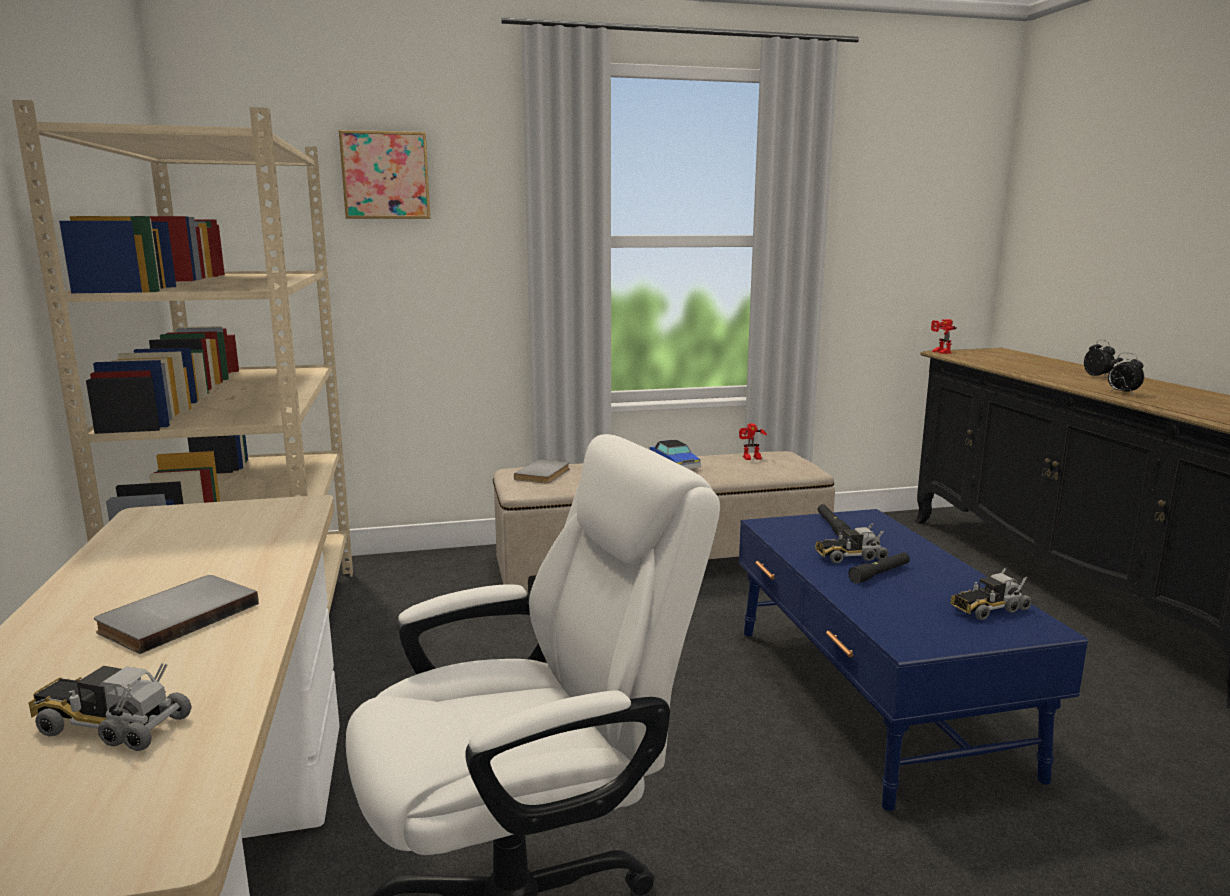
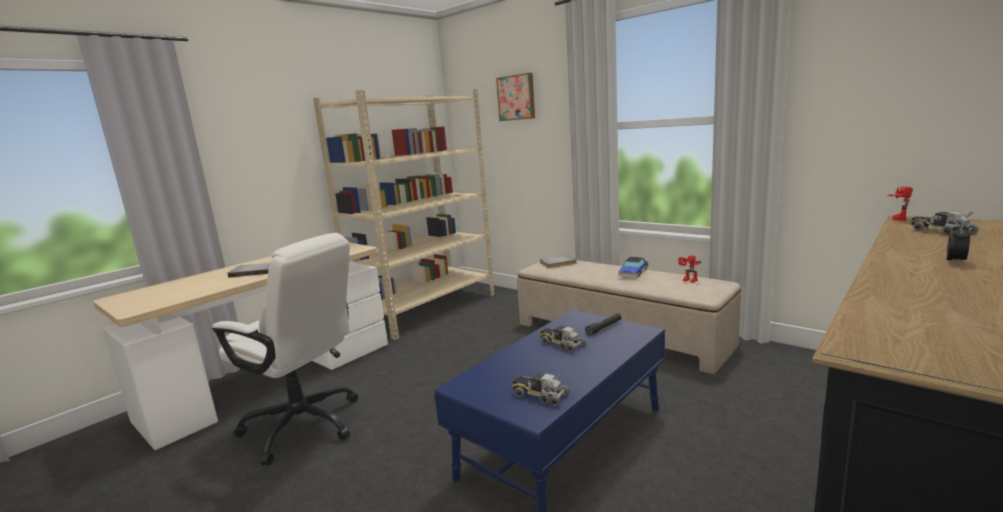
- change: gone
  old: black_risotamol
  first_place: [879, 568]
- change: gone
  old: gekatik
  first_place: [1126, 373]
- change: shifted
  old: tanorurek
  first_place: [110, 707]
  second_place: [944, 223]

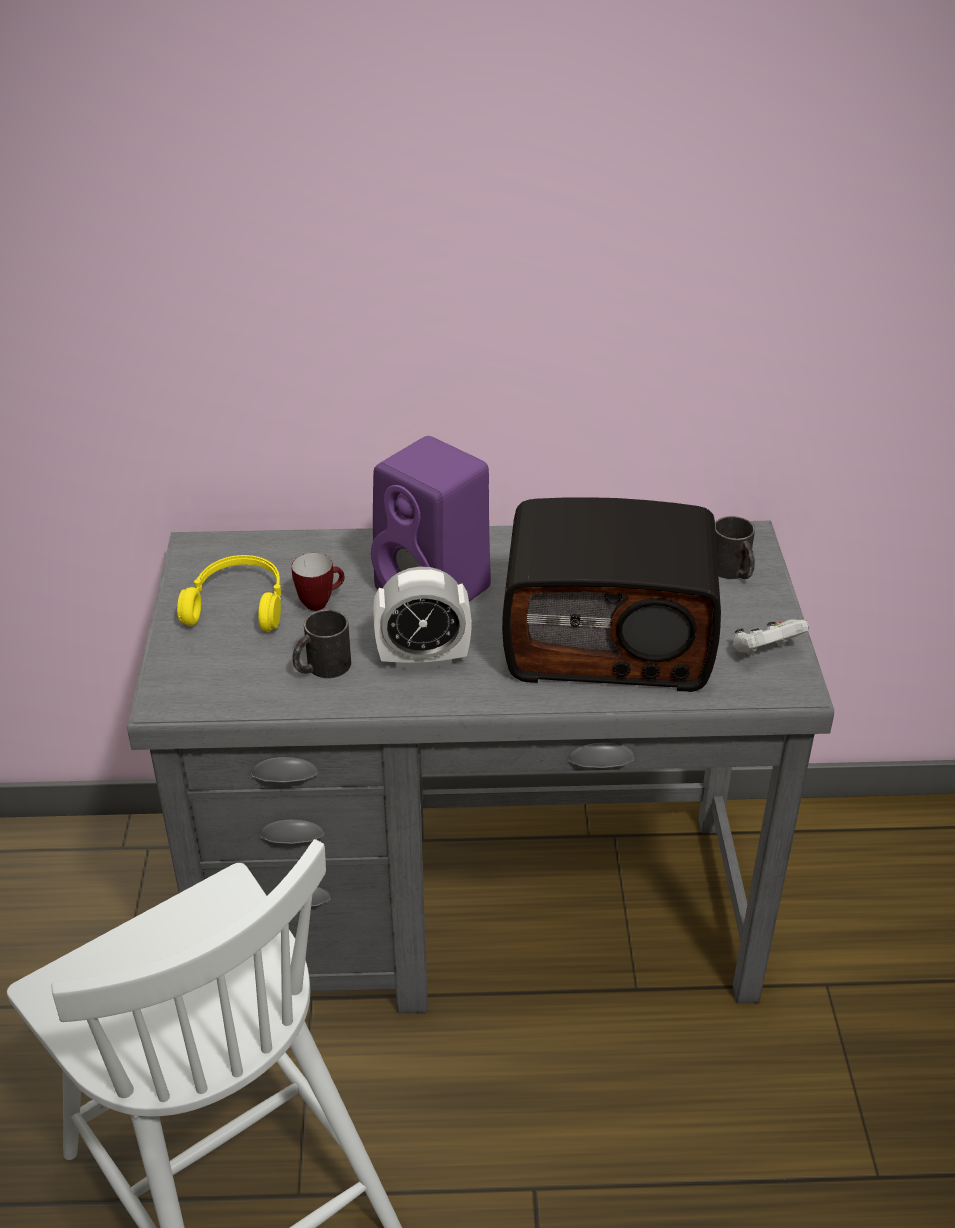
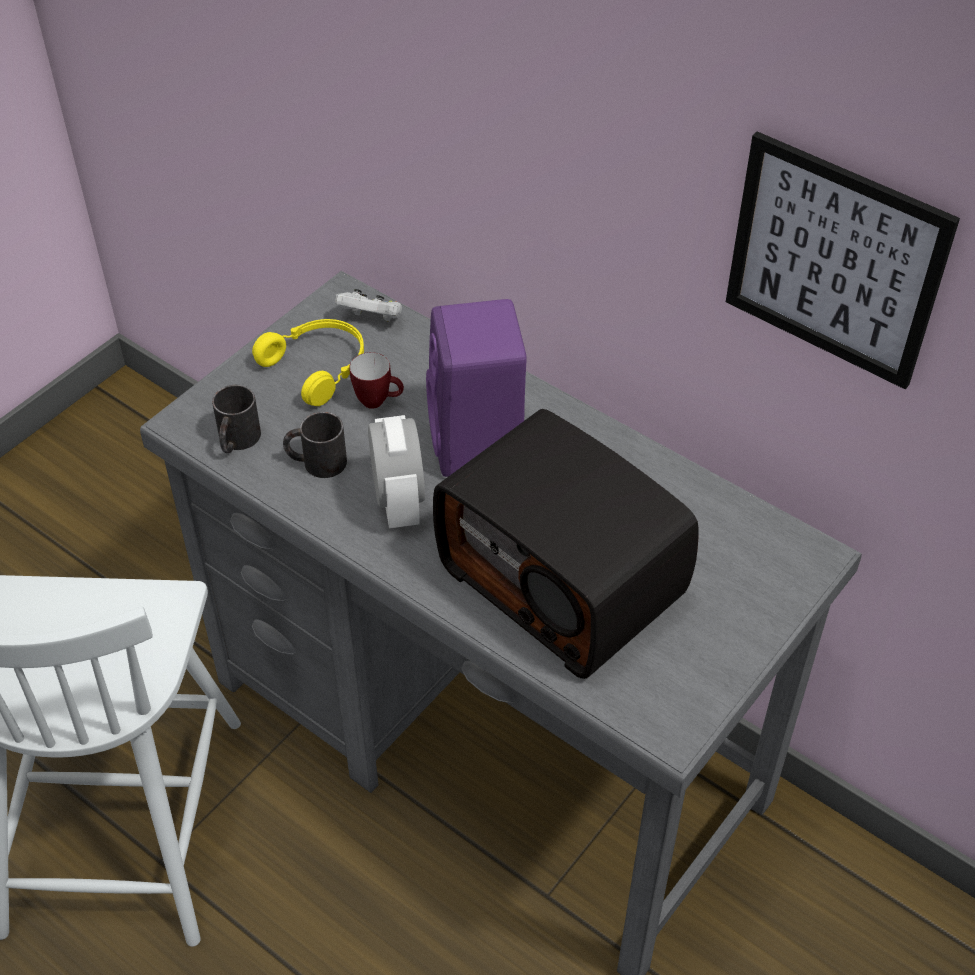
- change: new
  new: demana
  second_place: [843, 260]
- change: shifted
  old: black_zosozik
  first_place: [735, 547]
  second_place: [236, 419]
- change: shifted
  old: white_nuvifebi
  first_place: [771, 637]
  second_place: [368, 305]
- change: rotated
  old: gekatik
  first_place: [422, 618]
  second_place: [396, 471]
  degrees: -135

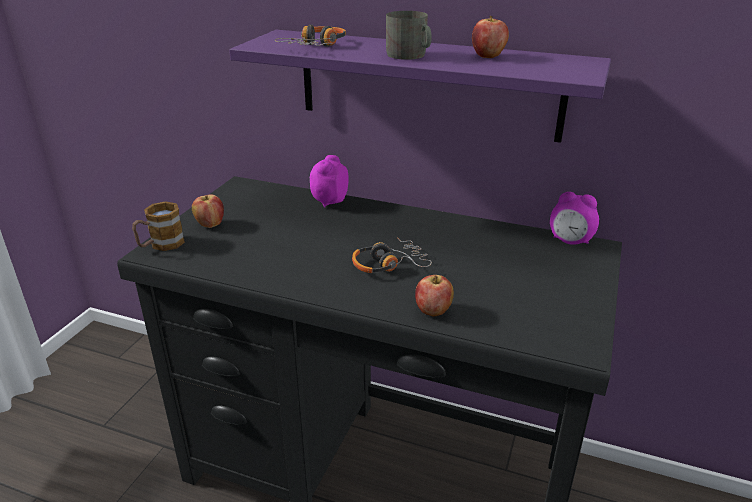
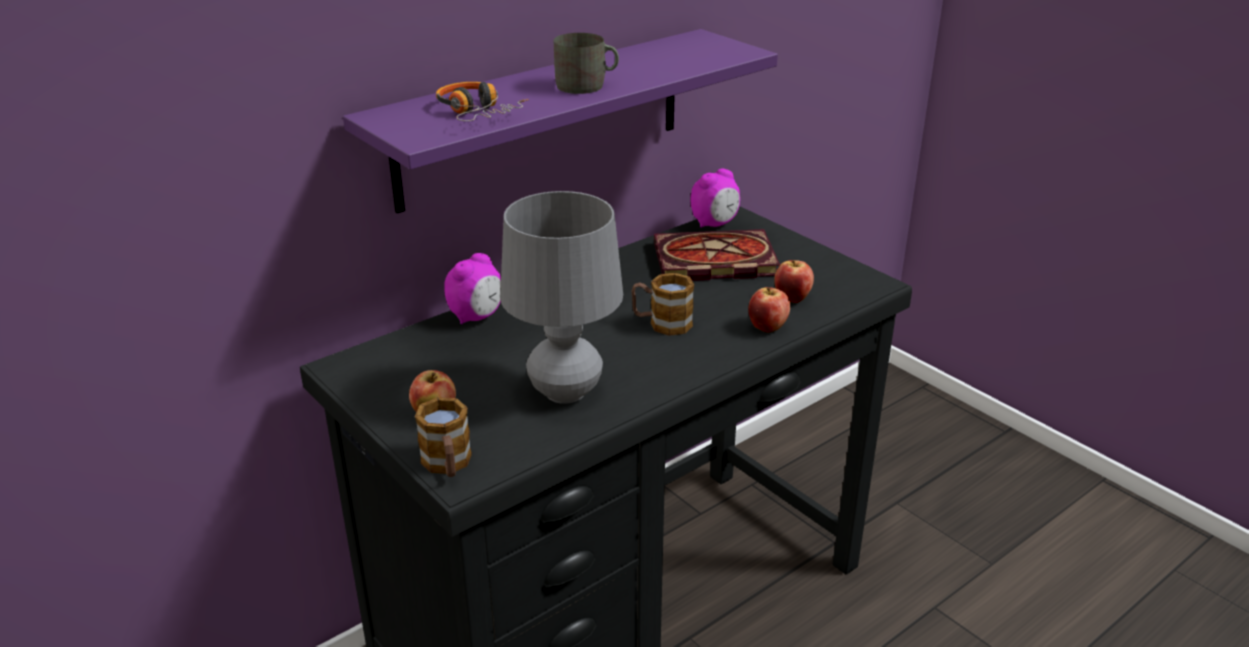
- change: new
  new: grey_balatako
  second_place: [561, 297]
- change: new
  new: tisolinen
  second_place: [717, 255]
- change: shifted
  old: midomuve
  first_place: [490, 37]
  second_place: [794, 281]
- change: swapped
  old: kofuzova
  new: zosozik
  first_place: [392, 255]
  second_place: [663, 304]
- change: rotated
  old: gekatik
  first_place: [329, 181]
  second_place: [472, 289]
  degrees: -105

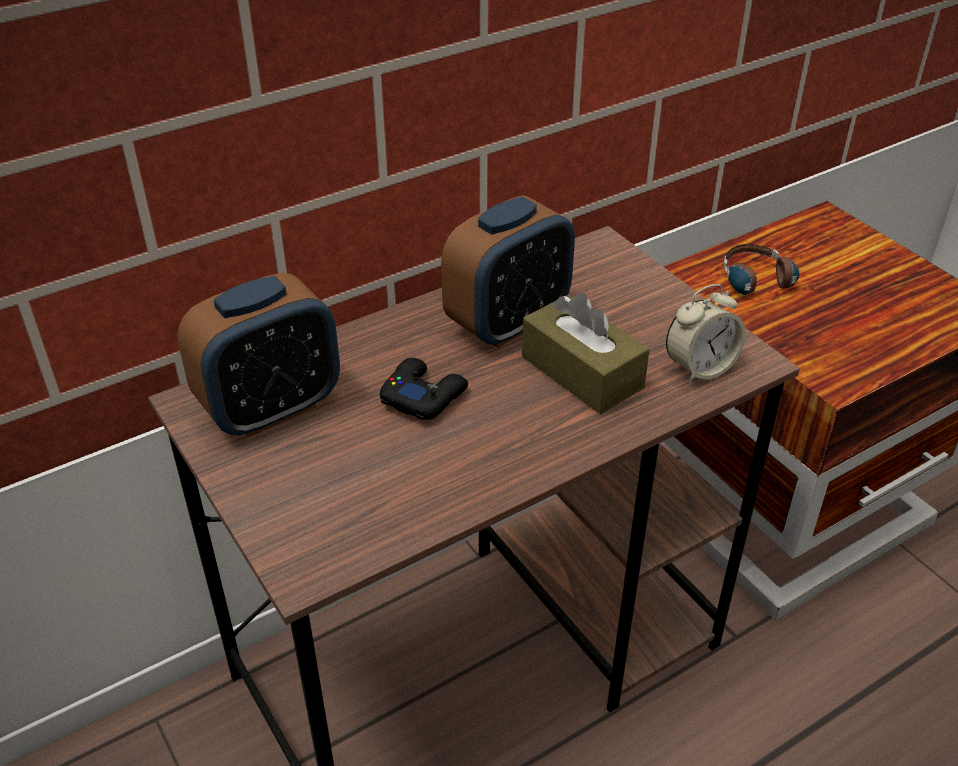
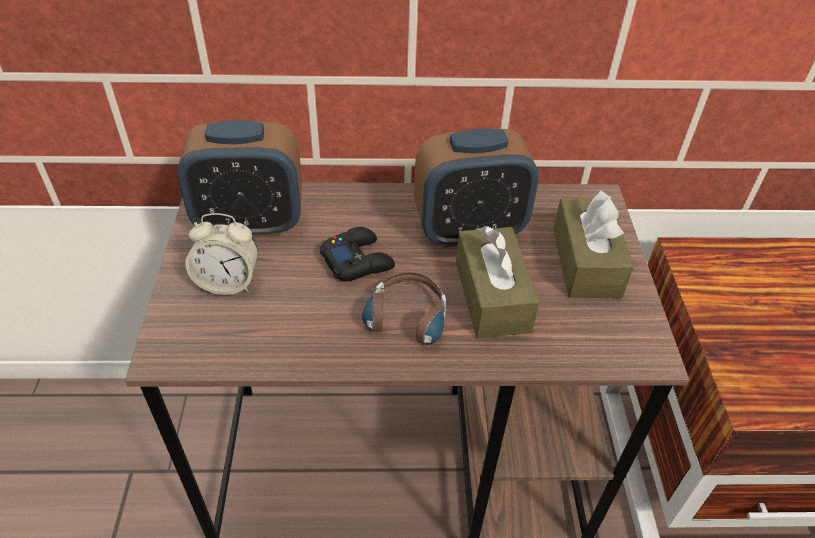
- change: new
  new: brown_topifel
  second_place: [593, 244]
- change: shifted
  old: gekatik
  first_place: [706, 334]
  second_place: [221, 254]
- change: shifted
  old: kofuzova
  first_place: [761, 274]
  second_place: [403, 314]

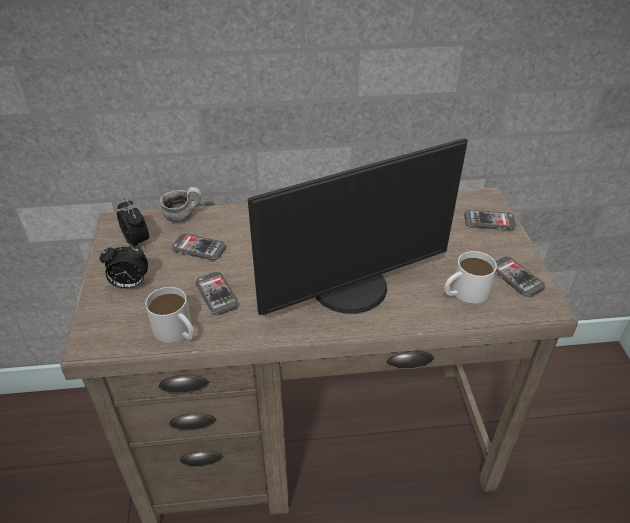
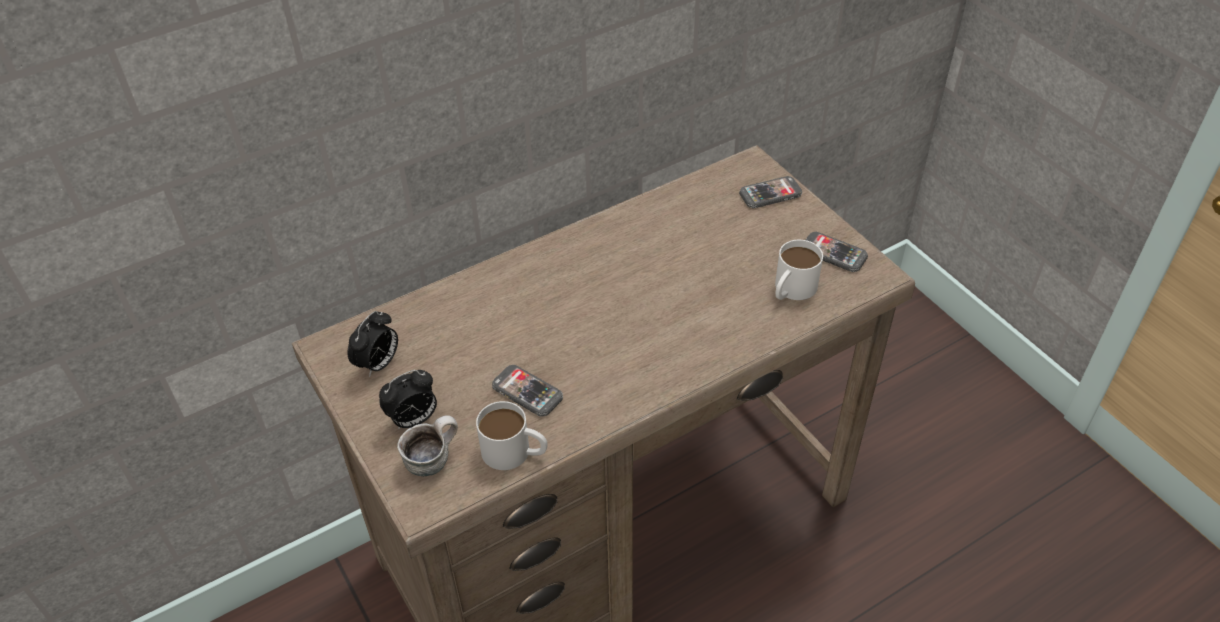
- change: gone
  old: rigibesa
  first_place: [199, 247]
- change: gone
  old: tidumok
  first_place: [358, 226]
- change: shifted
  old: zosozik
  first_place: [181, 204]
  second_place: [427, 445]
- change: rotated
  old: gekatik
  first_place: [133, 223]
  second_place: [372, 344]
  degrees: 90

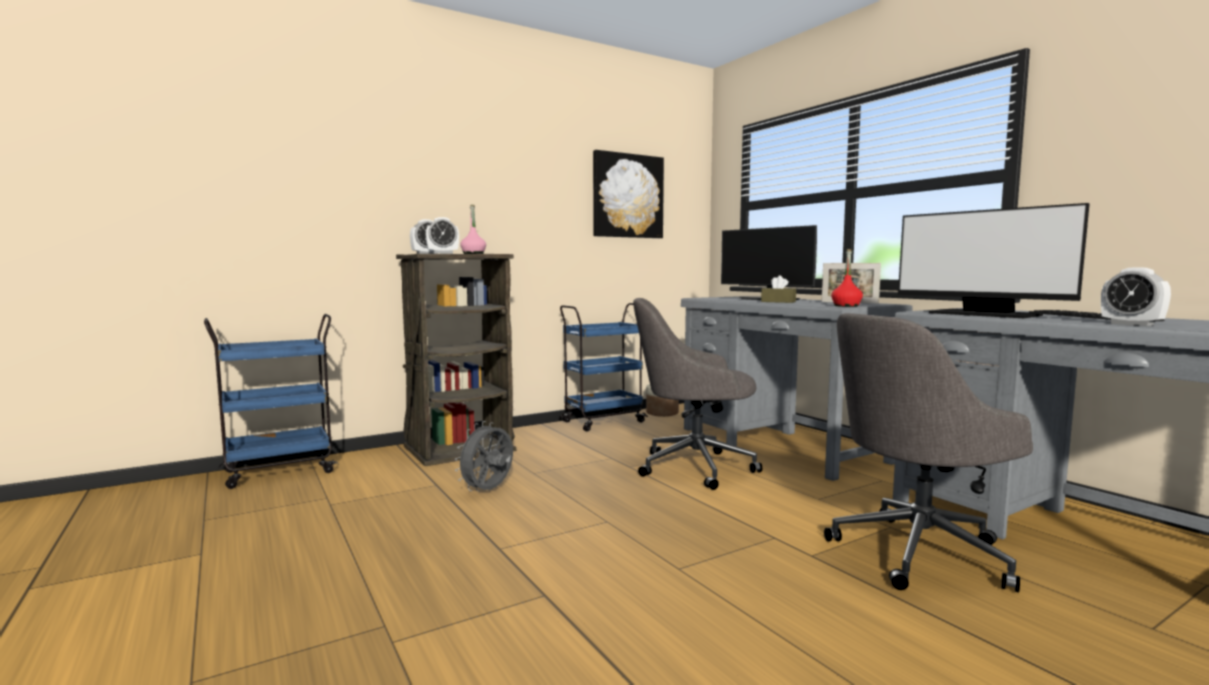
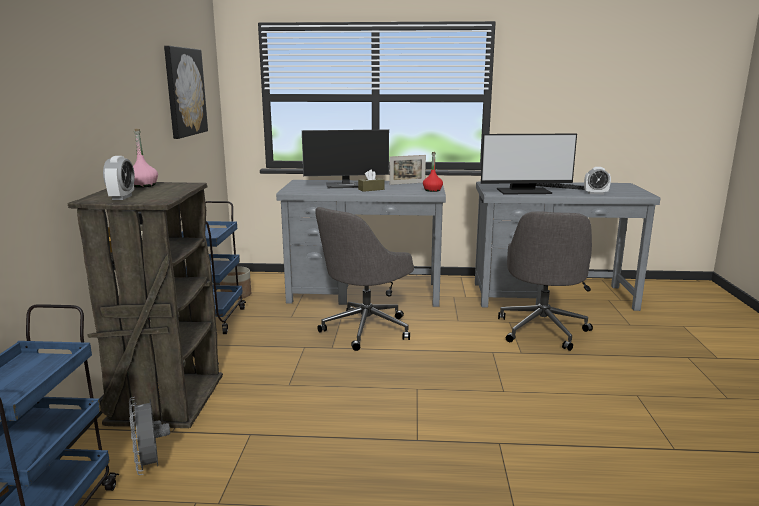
- change: gone
  old: gekatik
  first_place: [442, 235]
- change: shifted
  old: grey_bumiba
  first_place: [484, 456]
  second_place: [149, 436]

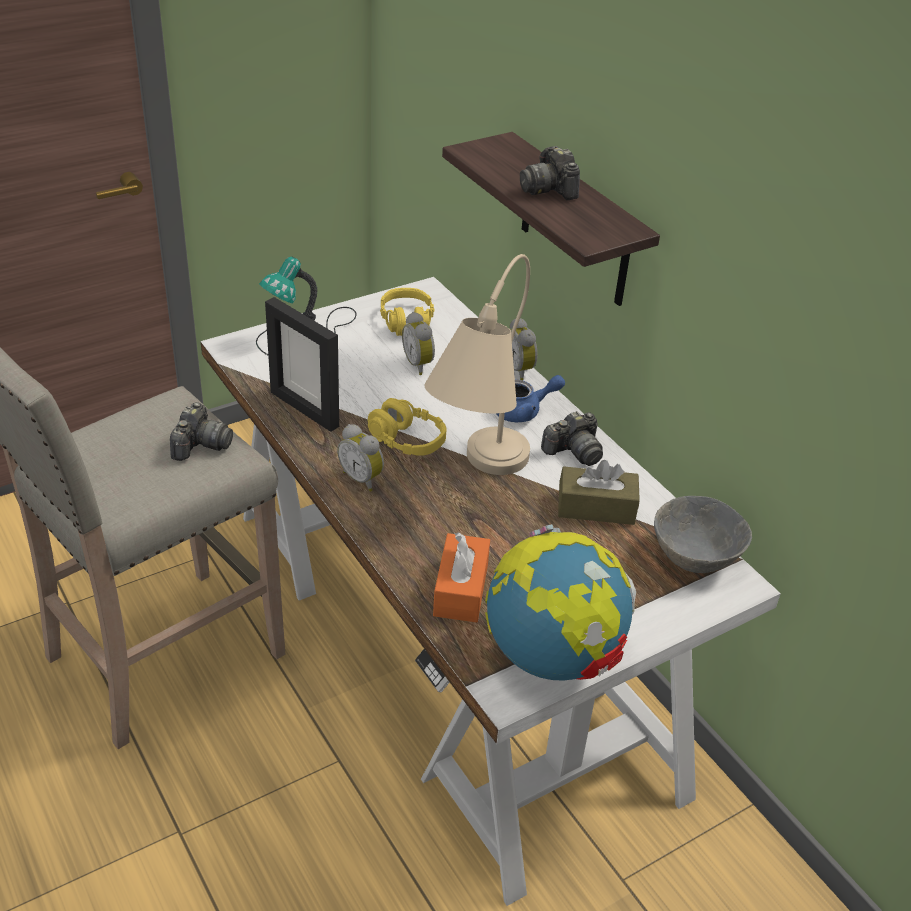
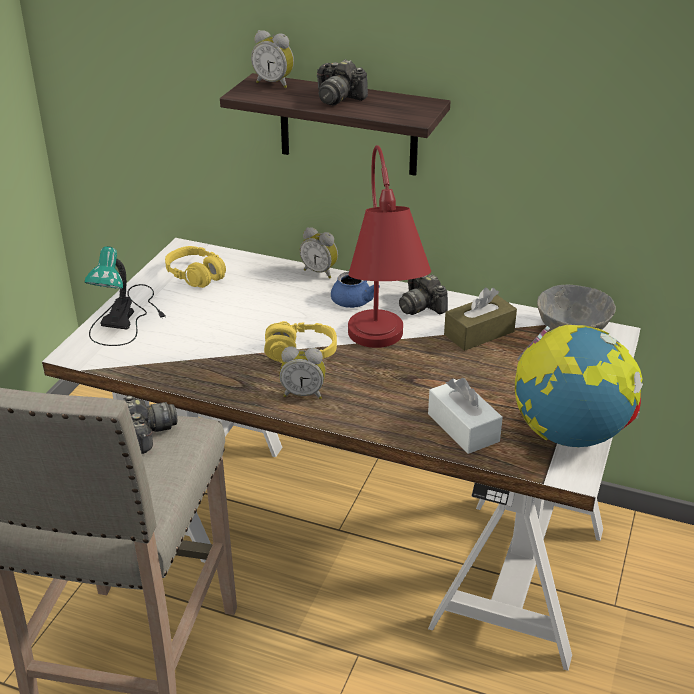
- change: gone
  old: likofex
  first_place: [302, 364]
- change: shifted
  old: gekatik
  first_place: [418, 343]
  second_place: [272, 59]
- change: repainted
  old: beige_balatako
  new: red_balatako
  first_place: [477, 364]
  second_place: [389, 246]
- change: repainted
  old: orange_topifel
  new: white_topifel
  first_place: [461, 577]
  second_place: [465, 416]
- change: rotated
  old: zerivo
  first_place: [572, 438]
  second_place: [423, 294]
  degrees: 120

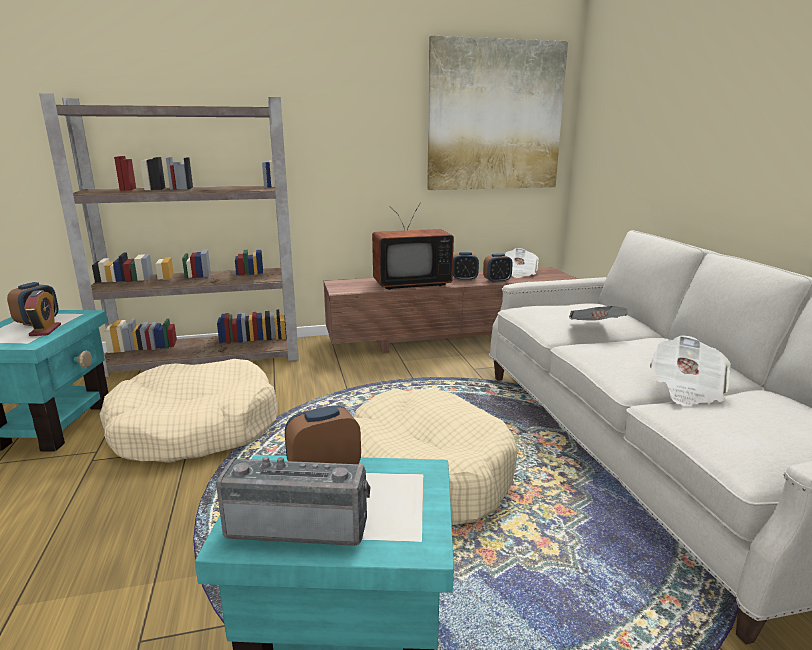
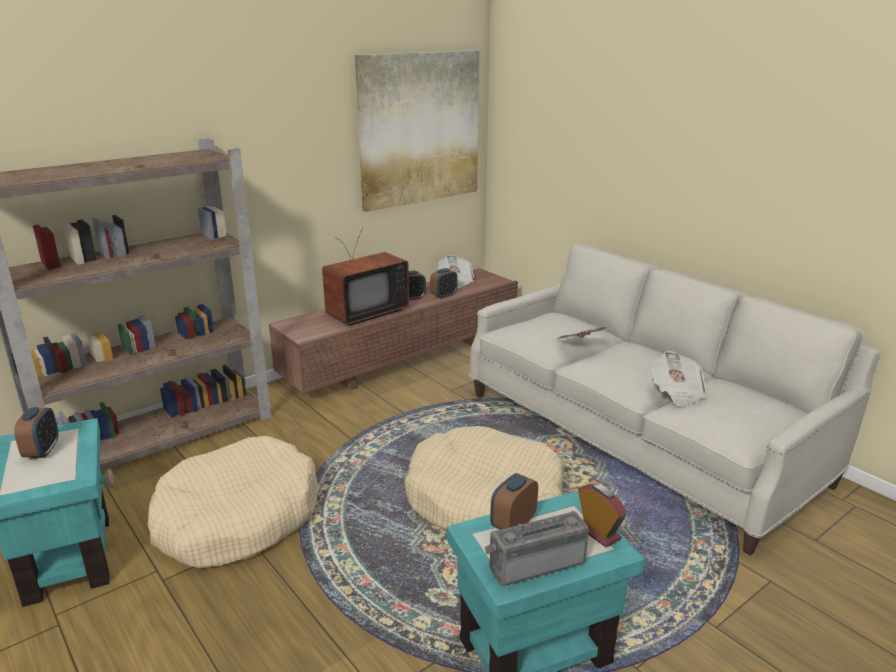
- change: shifted
  old: gekatik
  first_place: [42, 313]
  second_place: [602, 515]

